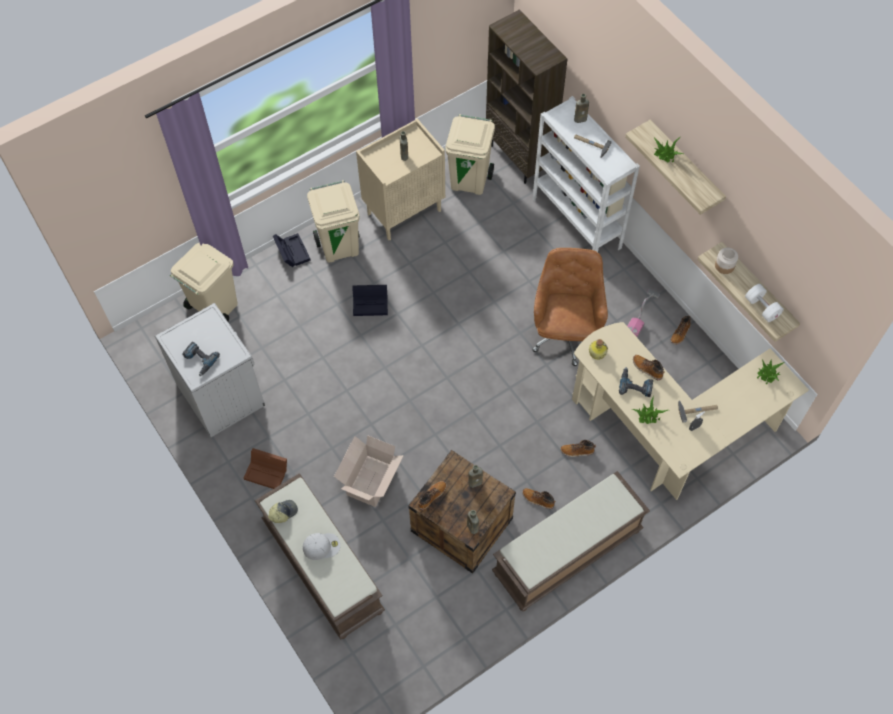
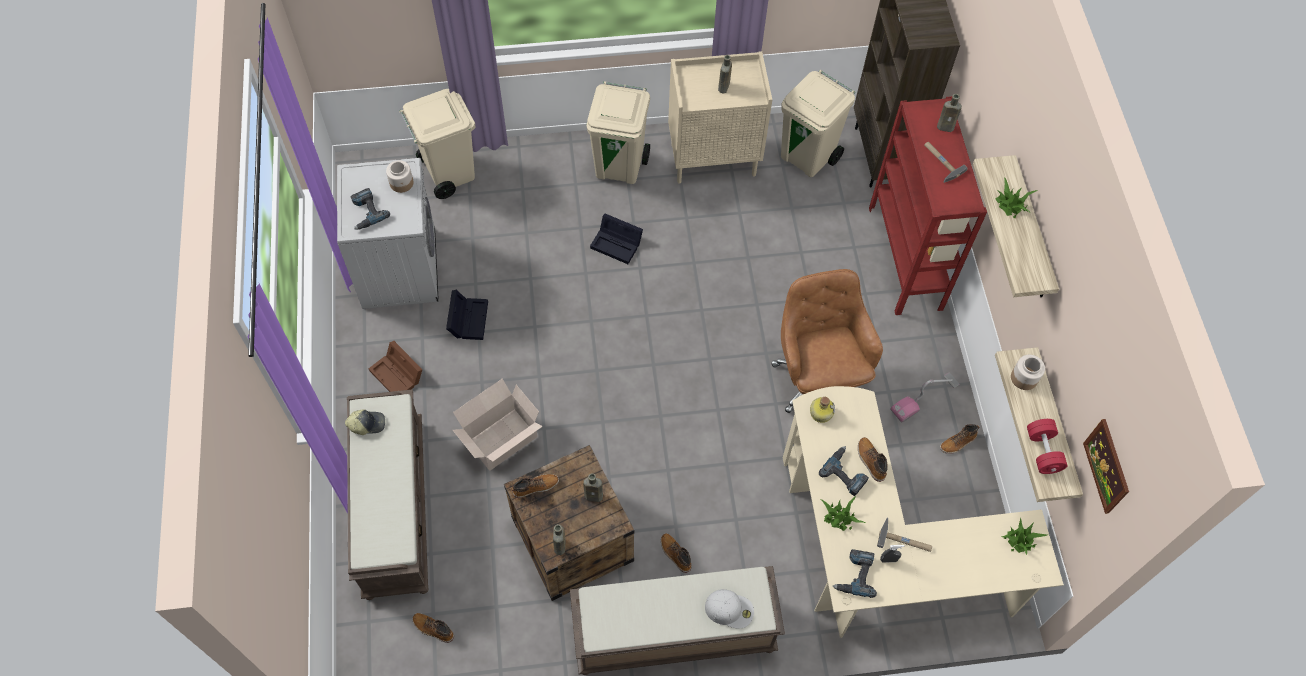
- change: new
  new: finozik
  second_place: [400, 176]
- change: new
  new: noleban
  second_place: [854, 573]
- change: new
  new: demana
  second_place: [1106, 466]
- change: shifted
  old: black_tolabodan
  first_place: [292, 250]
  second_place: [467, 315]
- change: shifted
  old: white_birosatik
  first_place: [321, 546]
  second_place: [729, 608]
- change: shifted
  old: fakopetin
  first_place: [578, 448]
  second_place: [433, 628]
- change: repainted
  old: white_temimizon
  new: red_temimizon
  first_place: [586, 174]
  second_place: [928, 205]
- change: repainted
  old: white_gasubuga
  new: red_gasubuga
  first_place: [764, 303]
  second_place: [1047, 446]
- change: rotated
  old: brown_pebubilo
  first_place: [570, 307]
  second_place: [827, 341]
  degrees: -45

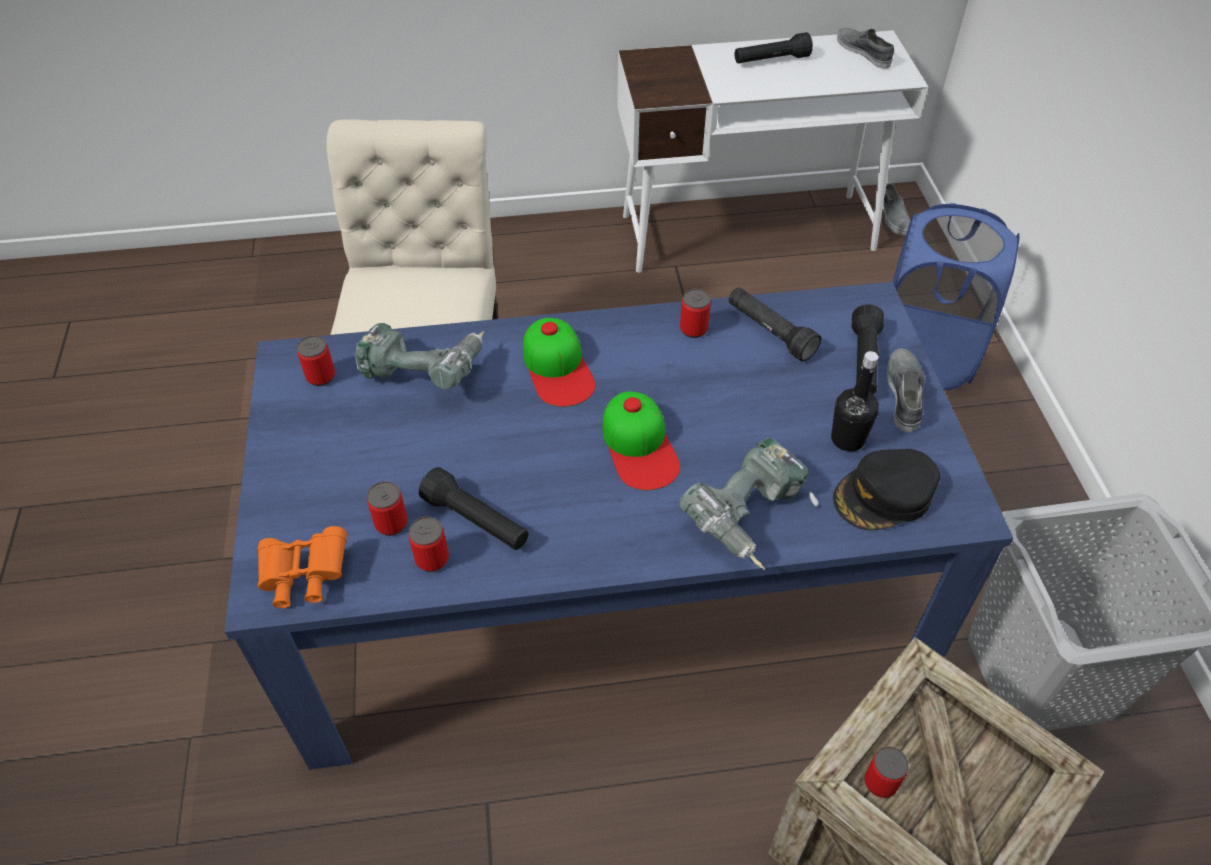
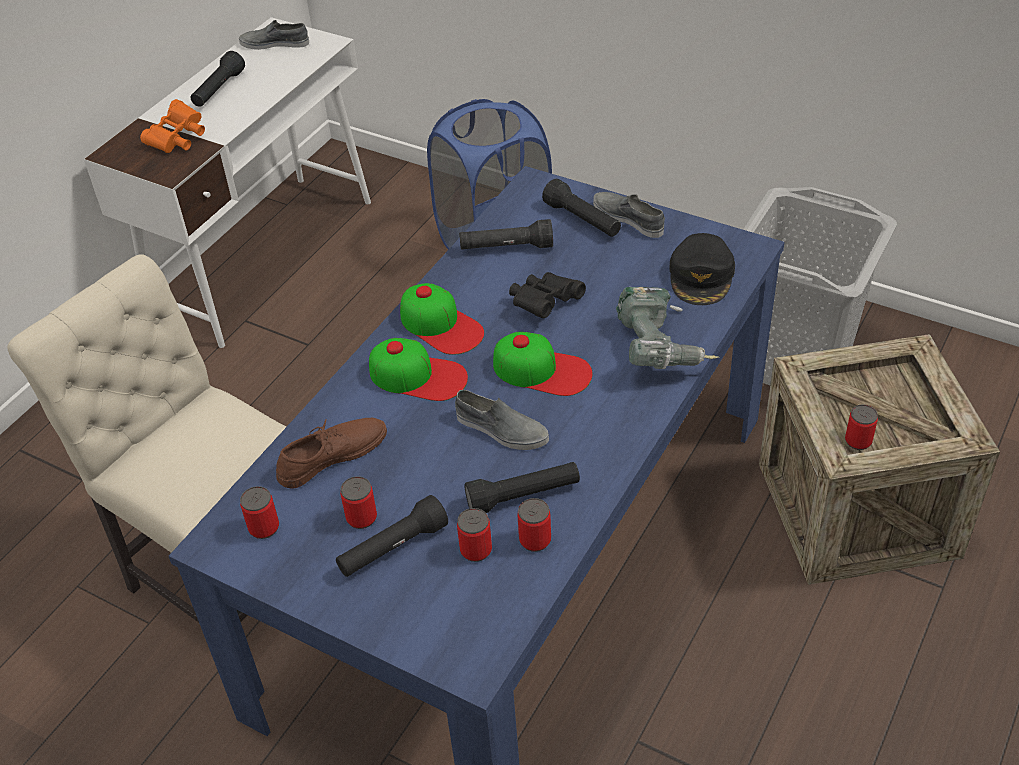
- change: gone
  old: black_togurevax
  first_place: [855, 401]
- change: new
  new: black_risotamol
  second_place: [392, 536]
- change: new
  new: birosatik
  second_place: [442, 319]
- change: new
  new: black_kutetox
  second_place: [547, 295]
- change: shifted
  old: orange_kutetox
  first_place: [302, 567]
  second_place: [172, 126]
- change: shifted
  old: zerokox
  first_place: [695, 313]
  second_place: [358, 502]
- change: shifted
  old: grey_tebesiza
  first_place: [897, 210]
  second_place: [502, 420]
- change: swapped
  old: noleban
  new: brown_tebesiza
  first_place: [419, 356]
  second_place: [331, 453]

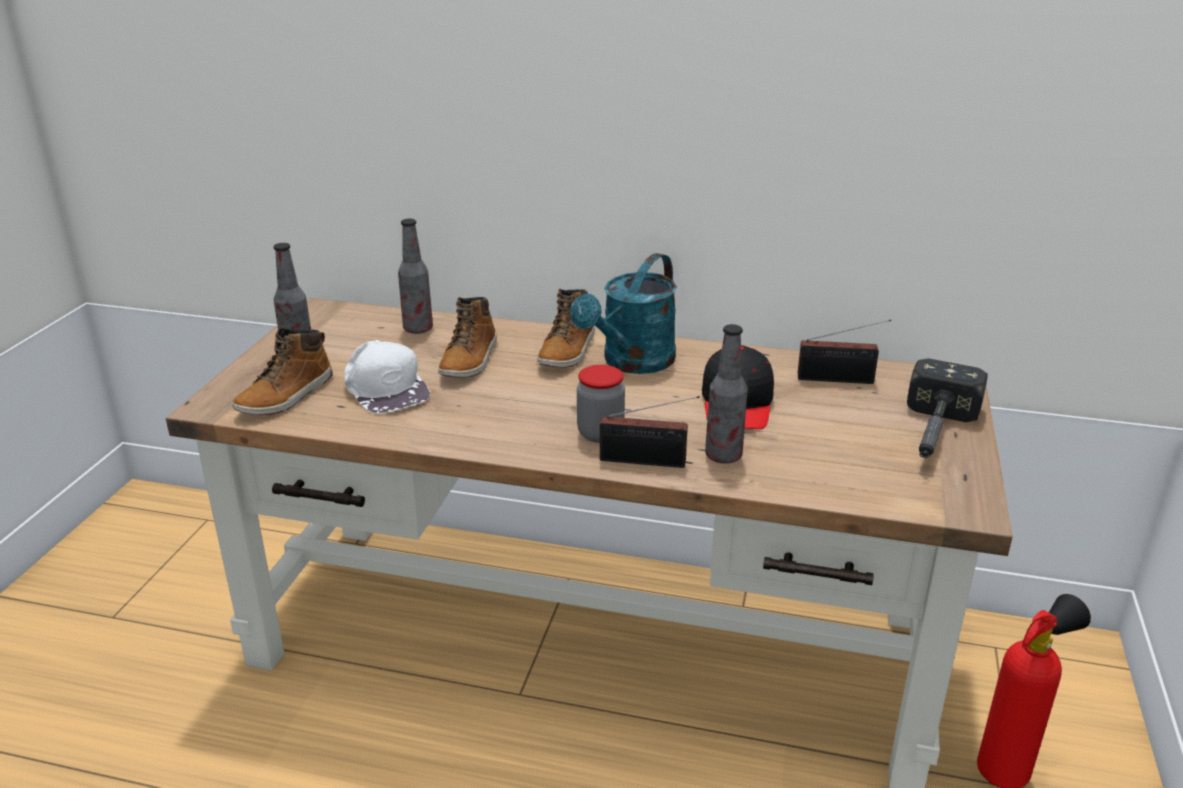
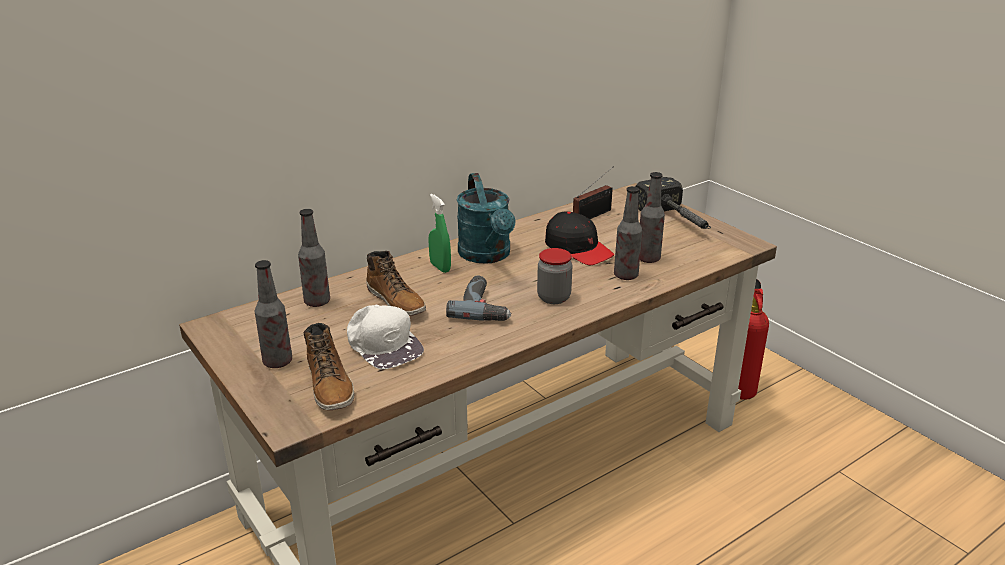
- change: gone
  old: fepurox
  first_place: [650, 432]
- change: new
  new: noleban
  second_place: [478, 298]
- change: new
  new: togurevax
  second_place: [652, 217]
- change: swapped
  old: fakopetin
  new: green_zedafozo
  first_place: [566, 328]
  second_place: [439, 233]
- change: rotated
  old: white_birosatik
  first_place: [387, 377]
  second_place: [385, 337]
  degrees: 45

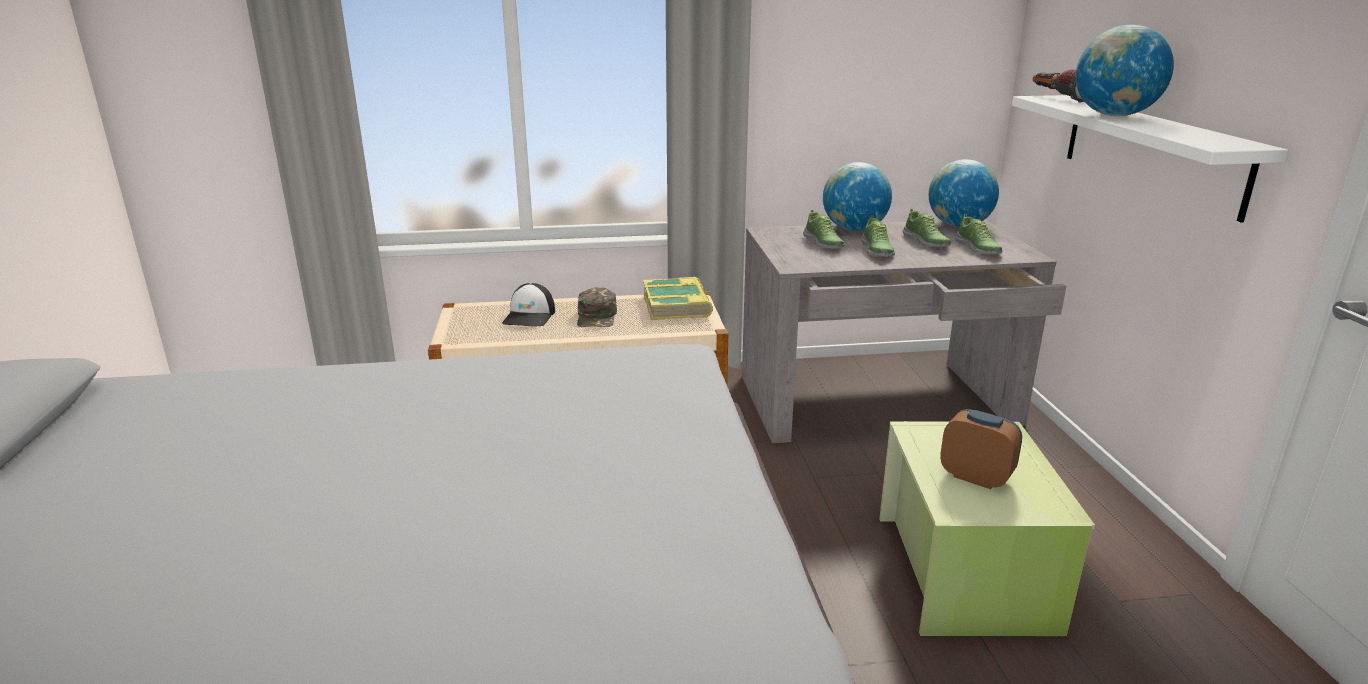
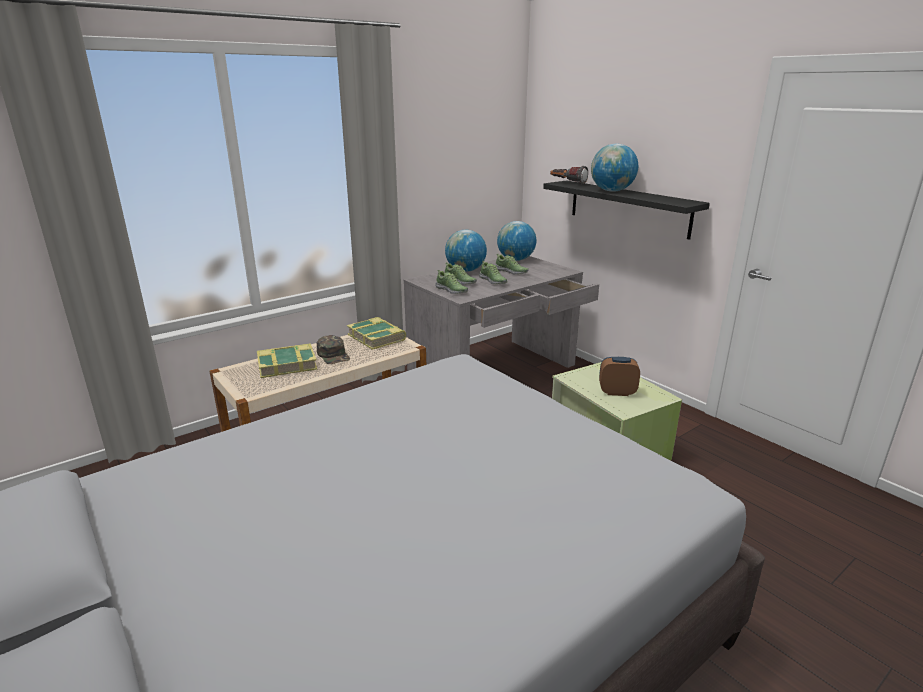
- change: shifted
  old: tebesiza
  first_place: [978, 234]
  second_place: [451, 282]
- change: swapped
  old: birosatik
  new: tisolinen
  first_place: [528, 305]
  second_place: [287, 360]
- change: repainted
  old: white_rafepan
  new: black_rafepan
  first_place: [1150, 159]
  second_place: [626, 210]

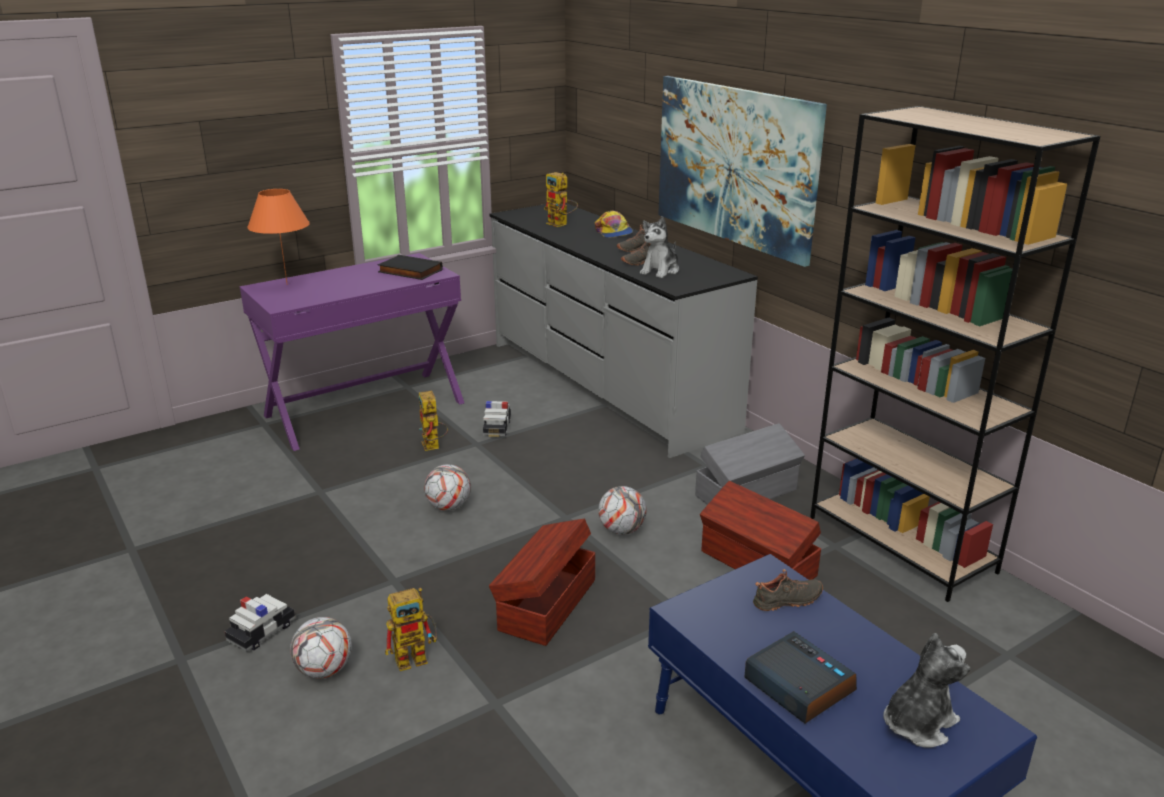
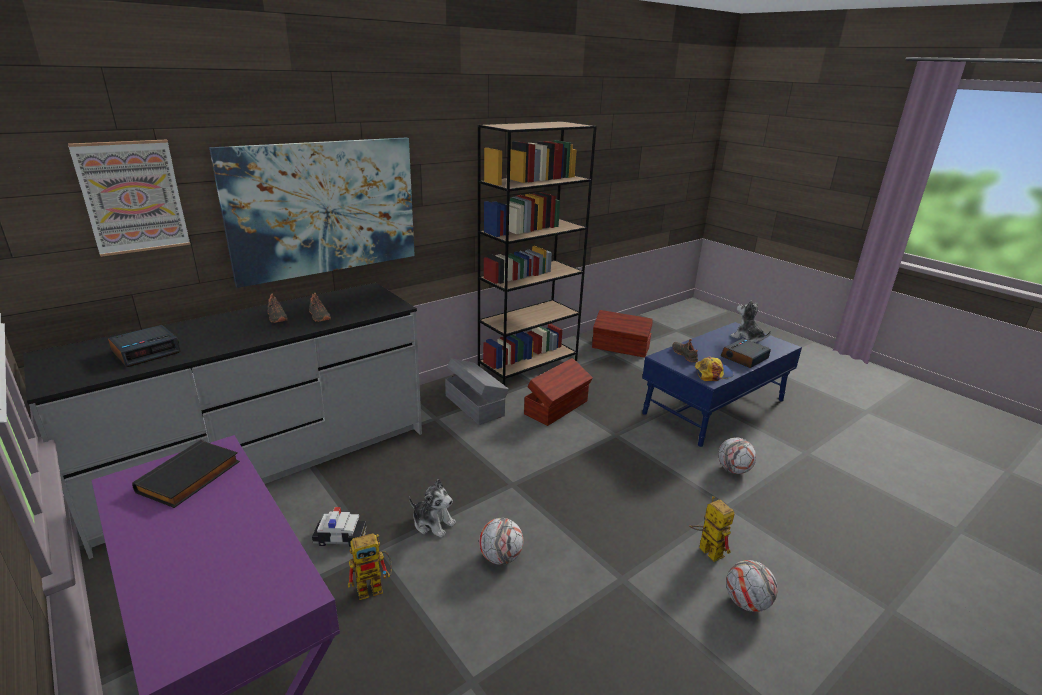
- change: gone
  old: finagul
  first_place: [260, 623]
- change: gone
  old: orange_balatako
  first_place: [278, 237]
- change: new
  new: demana
  second_place: [129, 198]
- change: shifted
  old: brown_tolabodan
  first_place: [542, 582]
  second_place: [622, 334]
- change: shifted
  old: birosatik
  first_place: [614, 224]
  second_place: [714, 368]
- change: shifted
  old: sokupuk
  first_place: [622, 510]
  second_place: [737, 455]
- change: shifted
  old: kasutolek
  first_place: [659, 247]
  second_place: [432, 508]
- change: swapped
  old: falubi
  new: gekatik
  first_place: [561, 199]
  second_place: [144, 346]

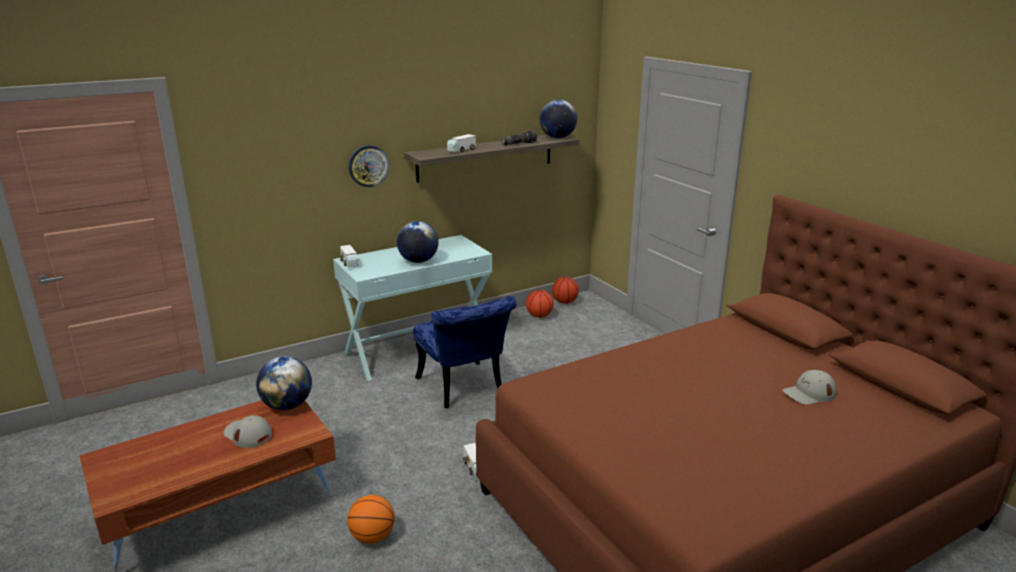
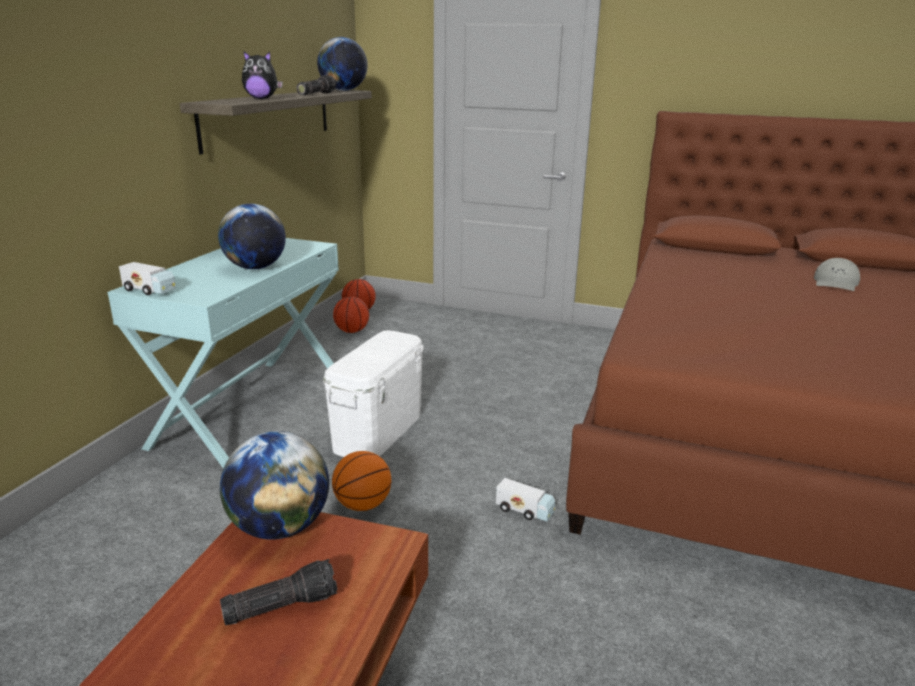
- change: gone
  old: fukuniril
  first_place: [368, 166]
- change: shifted
  old: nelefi
  first_place: [371, 519]
  second_place: [361, 481]
- change: swapped
  old: grey_birosatik
  new: risotamol
  first_place: [248, 431]
  second_place: [278, 592]
- change: swapped
  old: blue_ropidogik
  new: white_tolabodan
  first_place: [464, 352]
  second_place: [373, 393]
- change: swapped
  old: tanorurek
  new: kasutolek
  first_place: [461, 143]
  second_place: [262, 75]

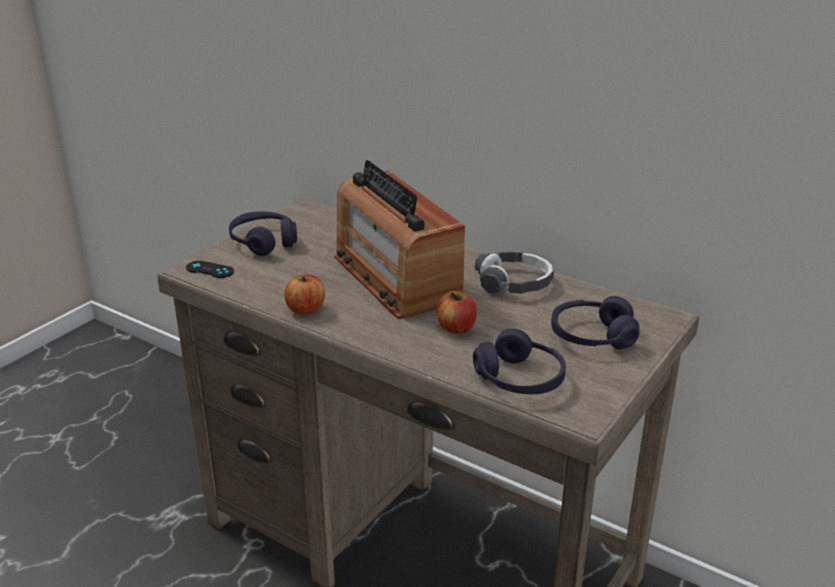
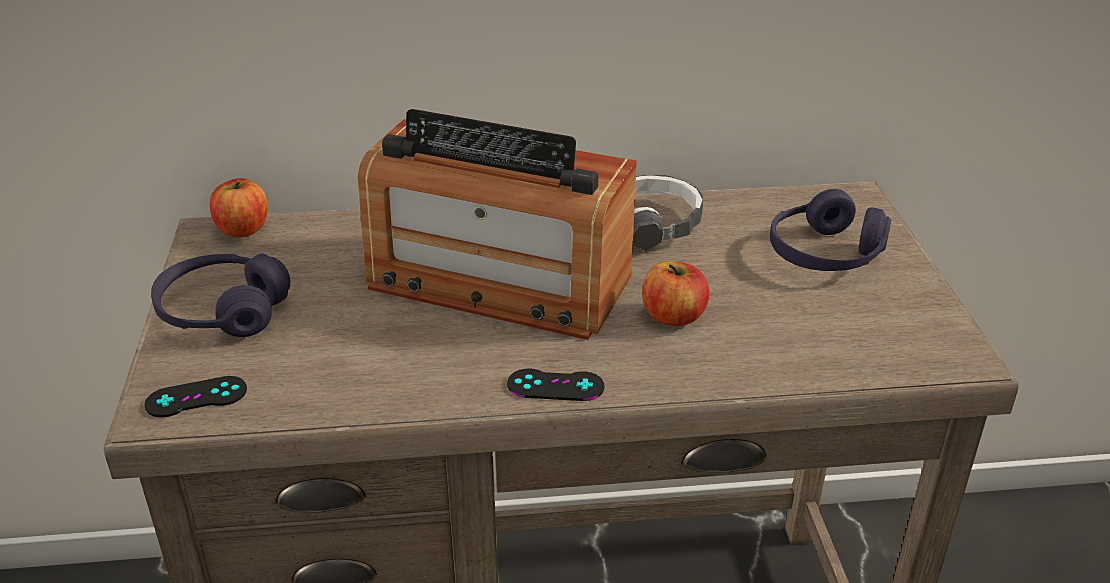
- change: gone
  old: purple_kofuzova
  first_place: [519, 361]
- change: new
  new: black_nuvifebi
  second_place: [555, 384]
- change: shifted
  old: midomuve
  first_place: [304, 294]
  second_place: [239, 207]

